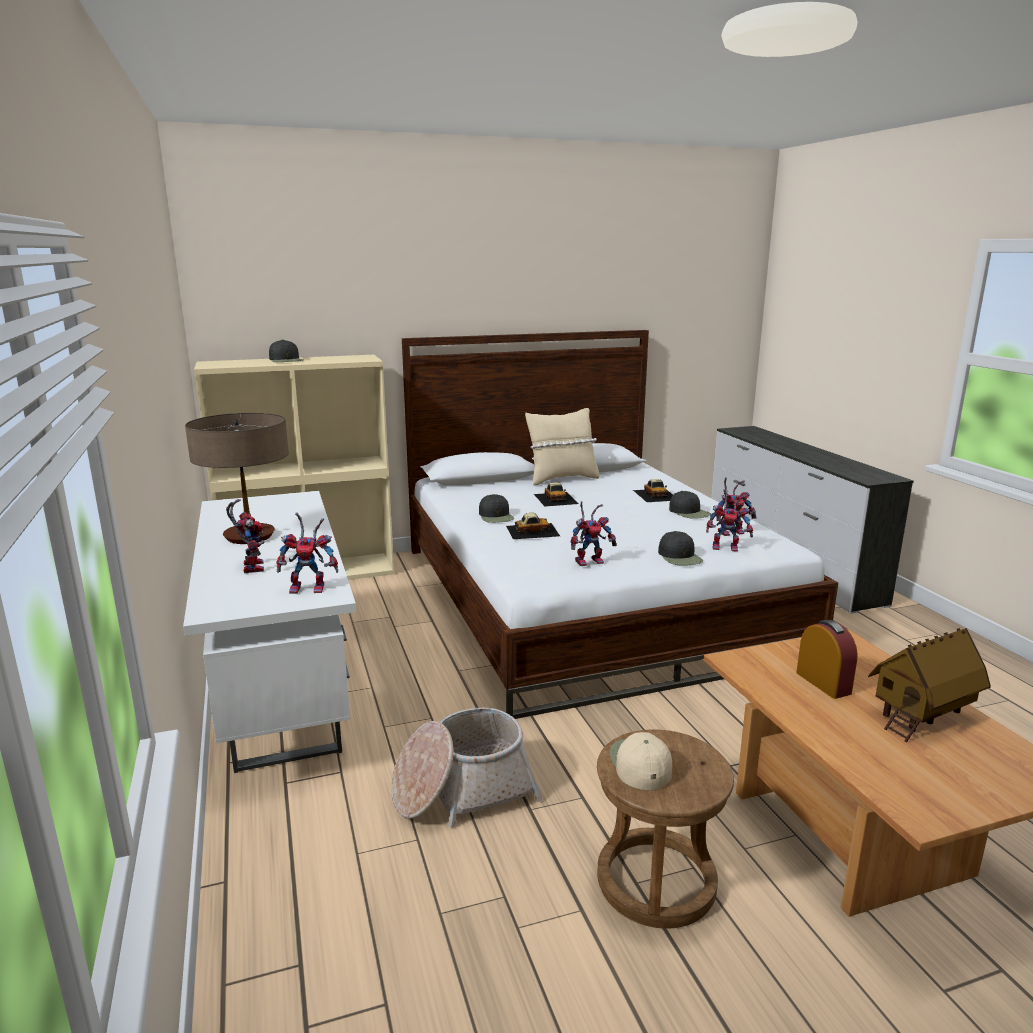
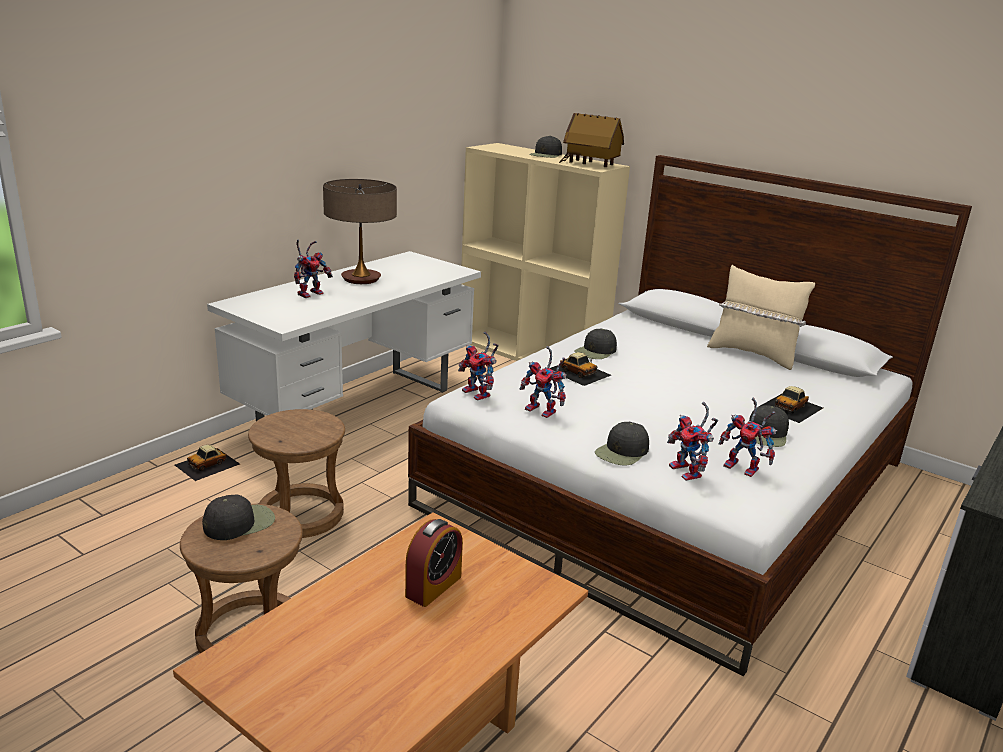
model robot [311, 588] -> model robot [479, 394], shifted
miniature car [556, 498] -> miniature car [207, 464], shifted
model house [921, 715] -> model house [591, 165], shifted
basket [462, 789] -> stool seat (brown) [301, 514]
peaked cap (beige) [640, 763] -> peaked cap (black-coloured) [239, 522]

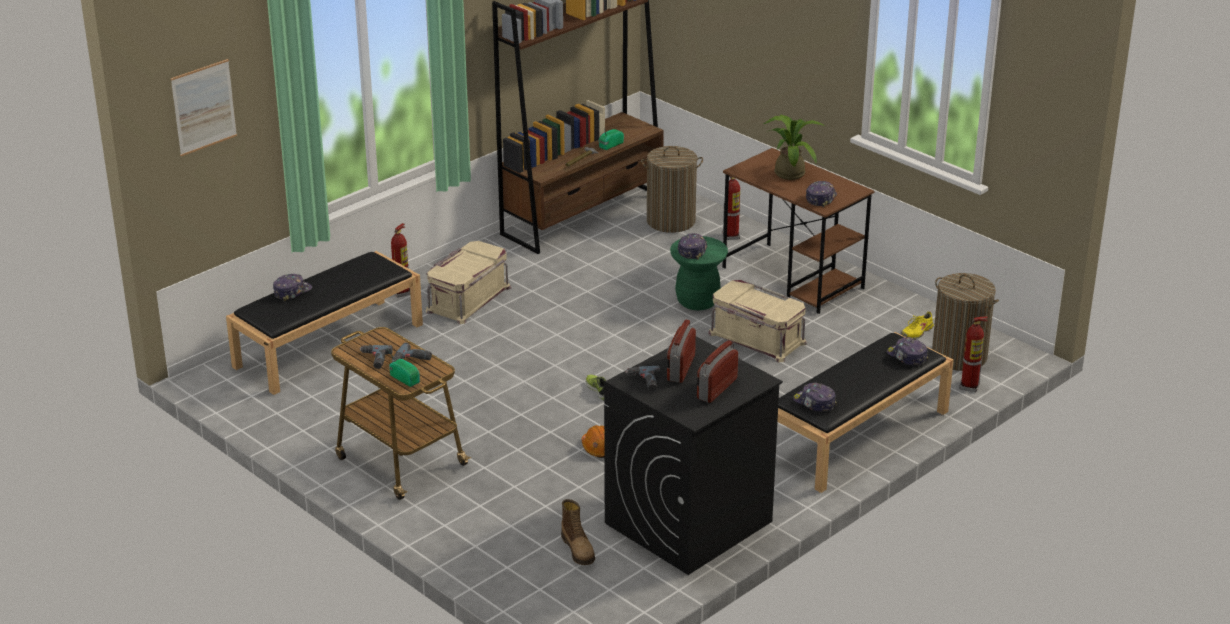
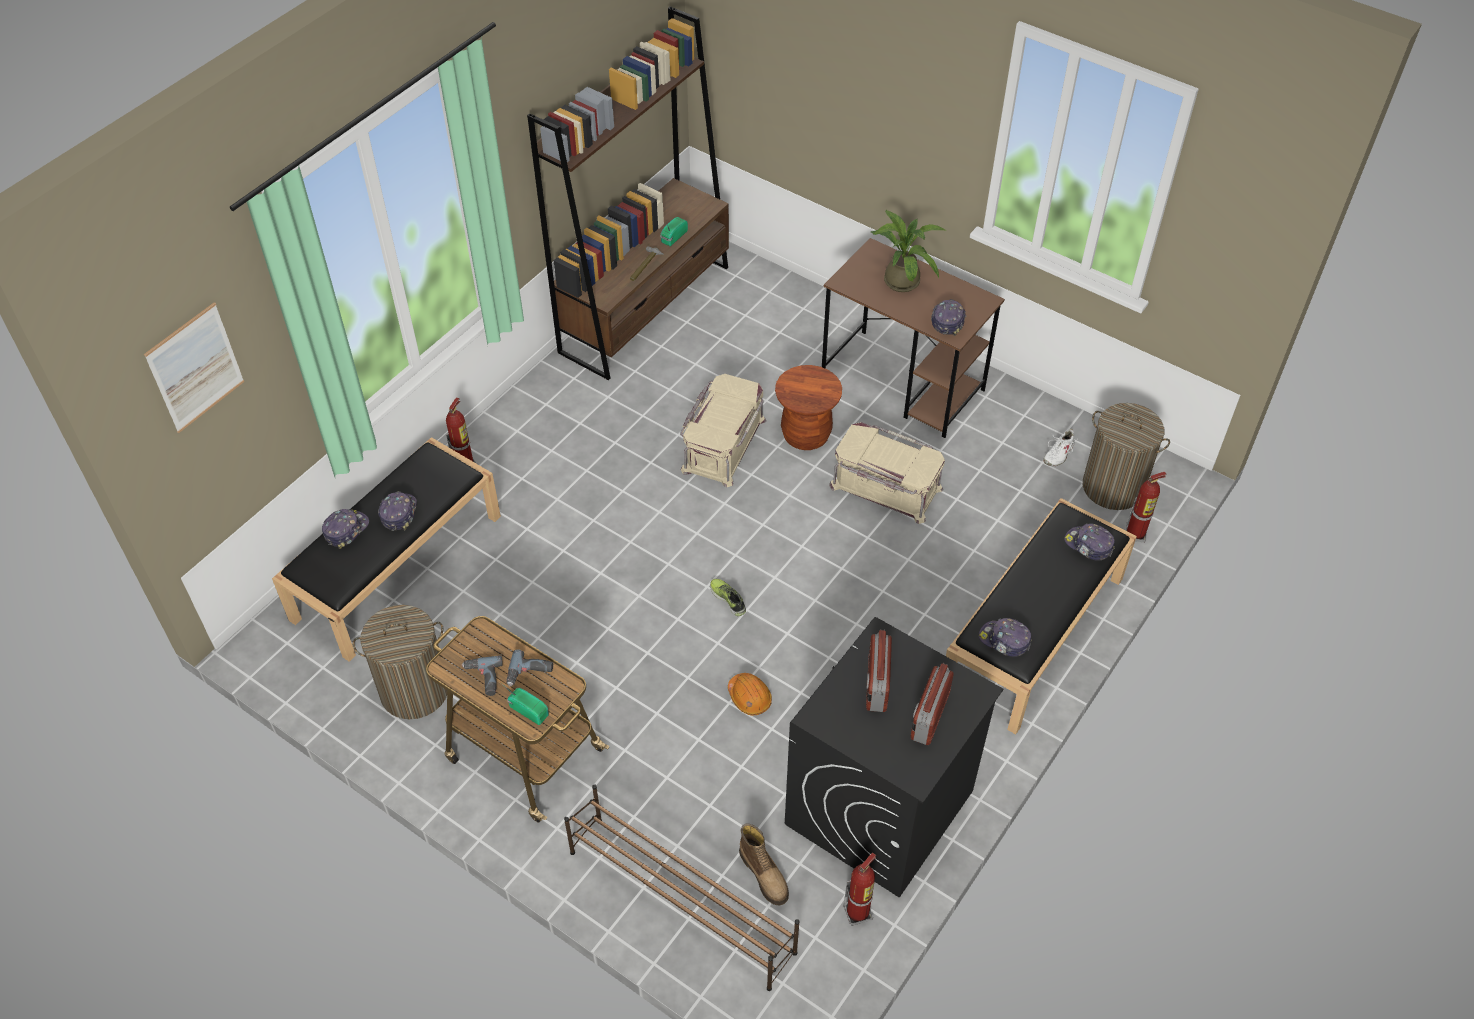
electric drill [643, 382] -> none
none -> shoe rack (brown) [680, 900]
storage container (beige) [467, 298] -> storage container (beige) [722, 444], shifted
washing basket [671, 221] -> washing basket [414, 690], shifted
peaked cap [692, 251] -> peaked cap [398, 513], shifted
fire-fighting cylinder [731, 236] -> fire-fighting cylinder [858, 912], shifted
stool seat (green-coloured) [697, 301] -> stool seat (brown) [806, 435]
item of footwear (yellow) [917, 332] -> item of footwear (whitish) [1058, 453]

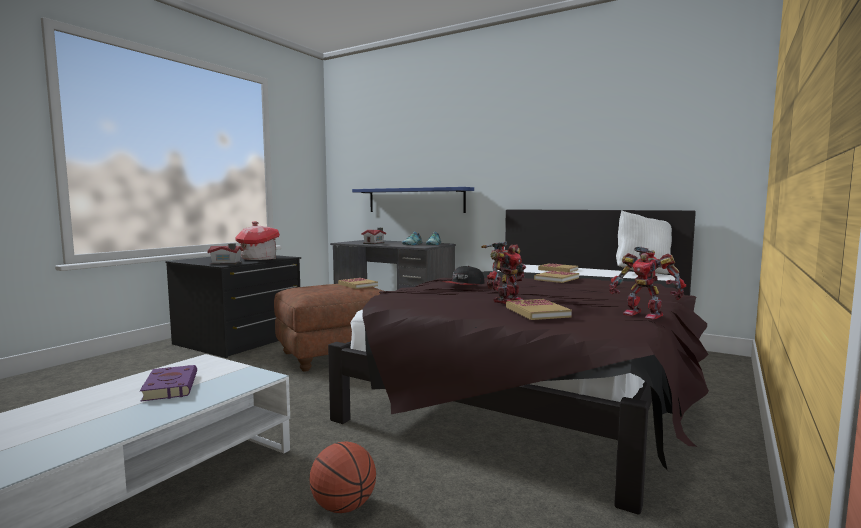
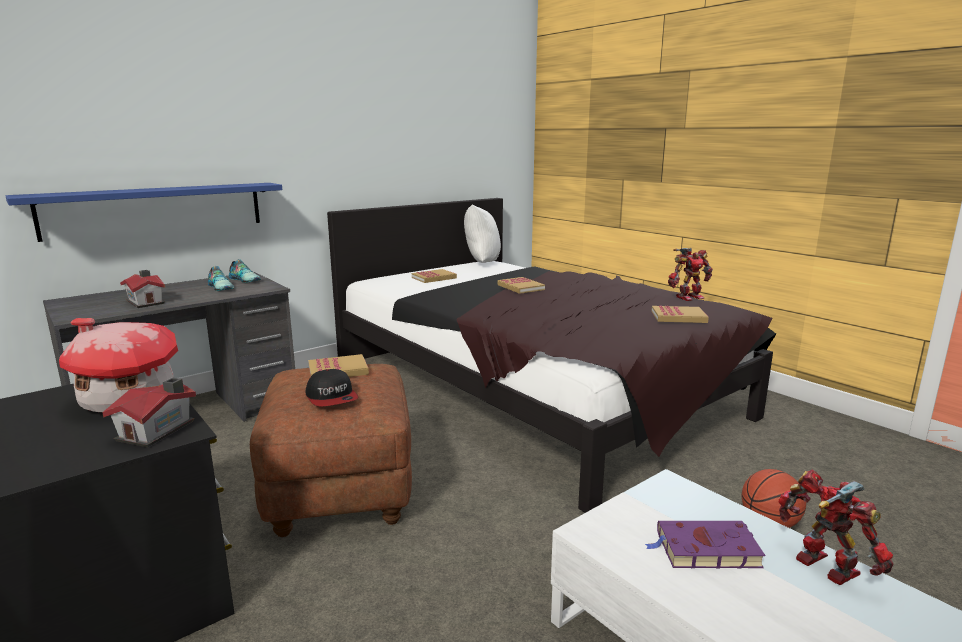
peaked cap [464, 285] -> peaked cap [332, 397], shifted
model robot [506, 301] -> model robot [824, 568], shifted

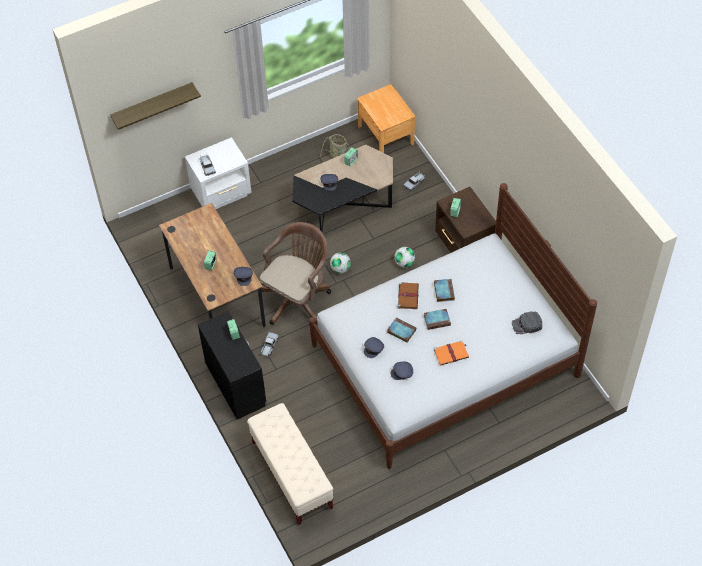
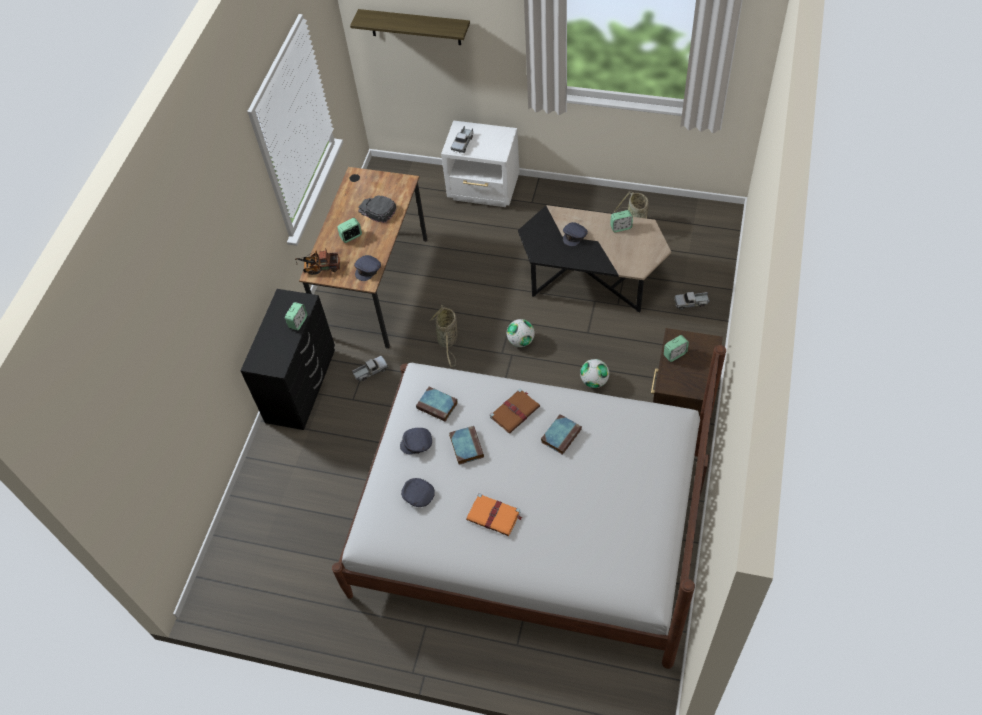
bench (beige) [291, 474] -> none
nightstand (brown) [386, 135] -> none
none -> toy lorry [319, 267]
bound book [437, 320] -> bound book [438, 406], shifted
peaked cap (black-coloured) [526, 325] -> peaked cap (black-coloured) [377, 210], shifted
computer chair (brown) [297, 298] -> basket [448, 341]

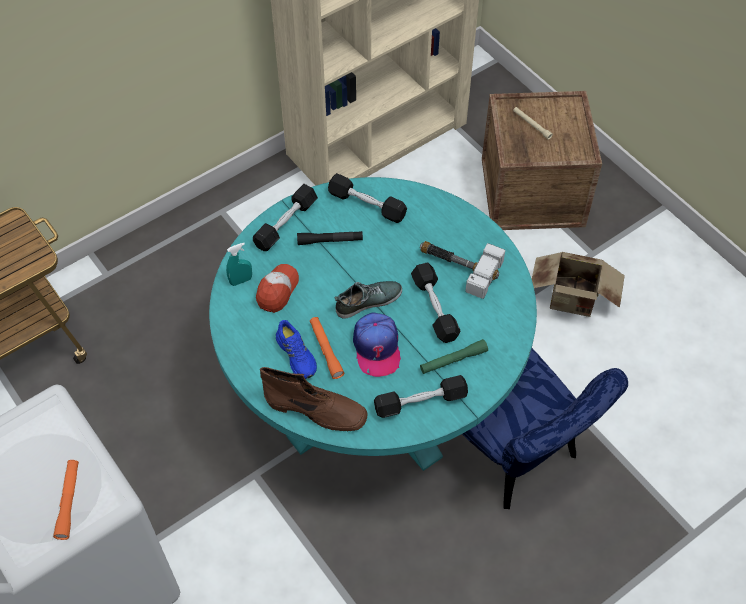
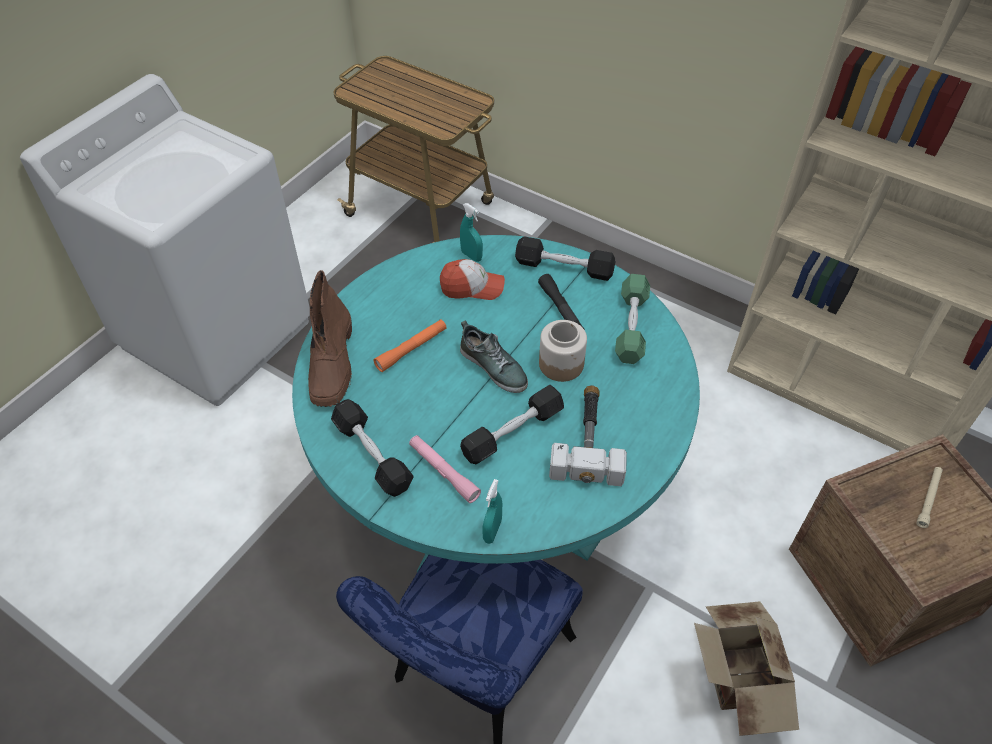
hand torch (orange) [69, 501] -> none
item of footwear (bluish) [297, 355] -> none
peaked cap [376, 347] -> none
none -> sprayer (turquoise) [492, 531]
none -> storage jar [561, 364]
free weight (black-coloured) [367, 205] -> free weight (green-coloured) [631, 326]
hand torch (green-coloured) [453, 360] -> hand torch (pink) [444, 472]

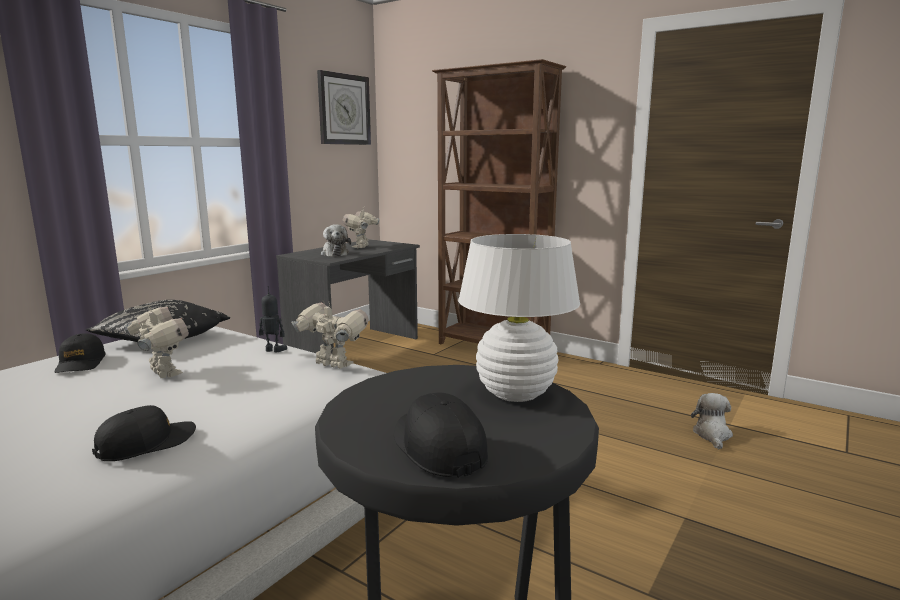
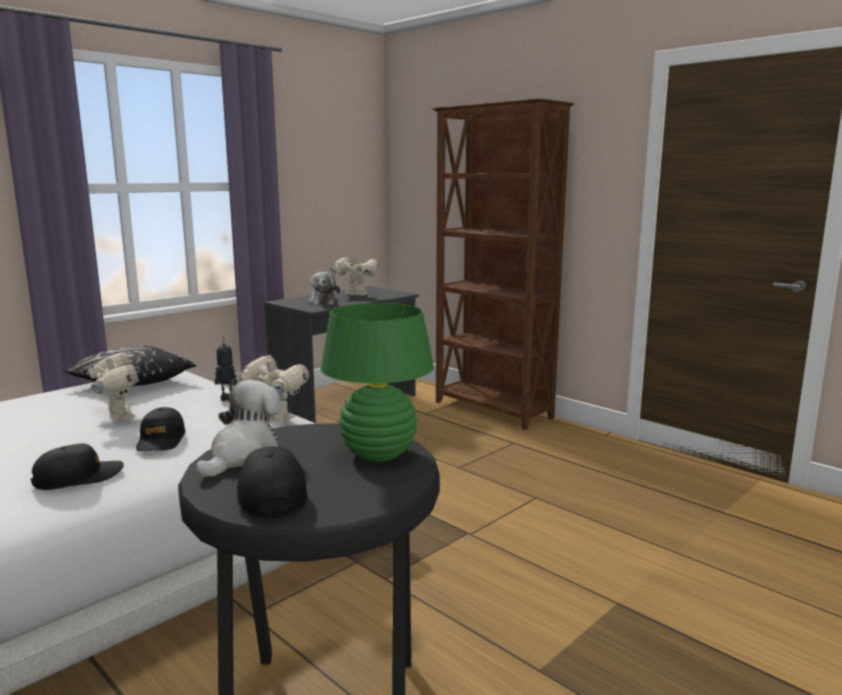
clock on the wall [344, 109] -> none
peaked cap (black-coloured) [81, 363] -> peaked cap (black-coloured) [161, 440], shifted
plush toy [712, 435] -> plush toy [243, 456], shifted
tabletop lamp (whitish) [515, 393] -> tabletop lamp (green-coloured) [378, 454]
model robot [362, 247] -> model robot [355, 295], 90 degrees clockwise

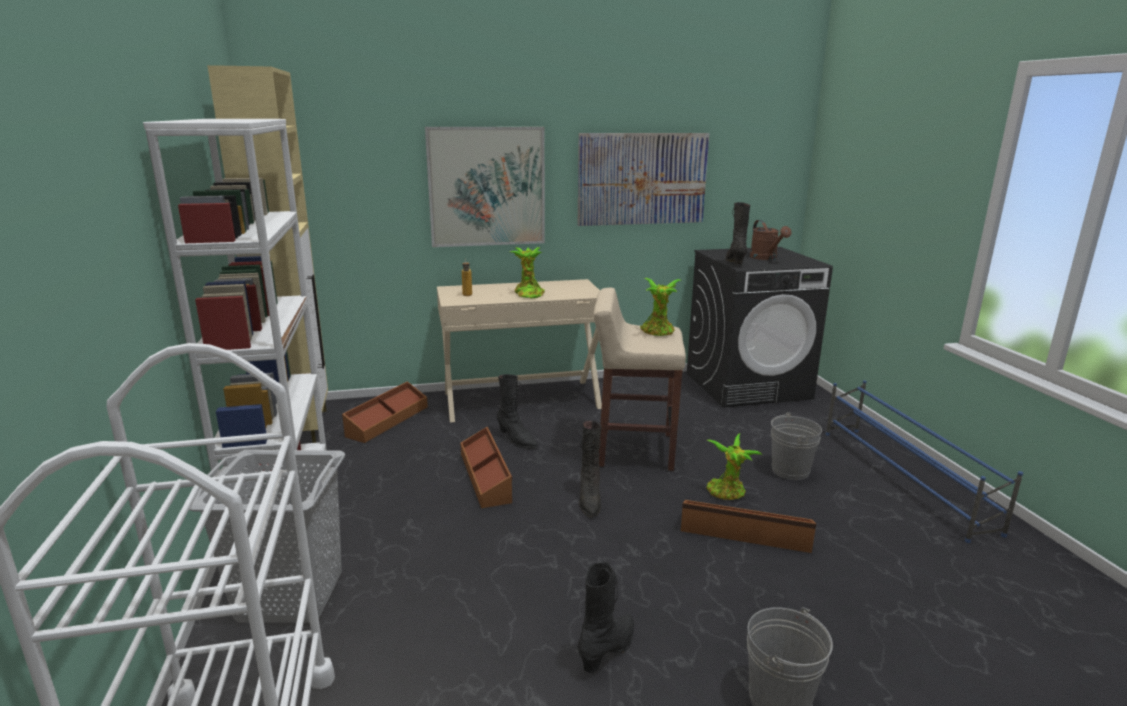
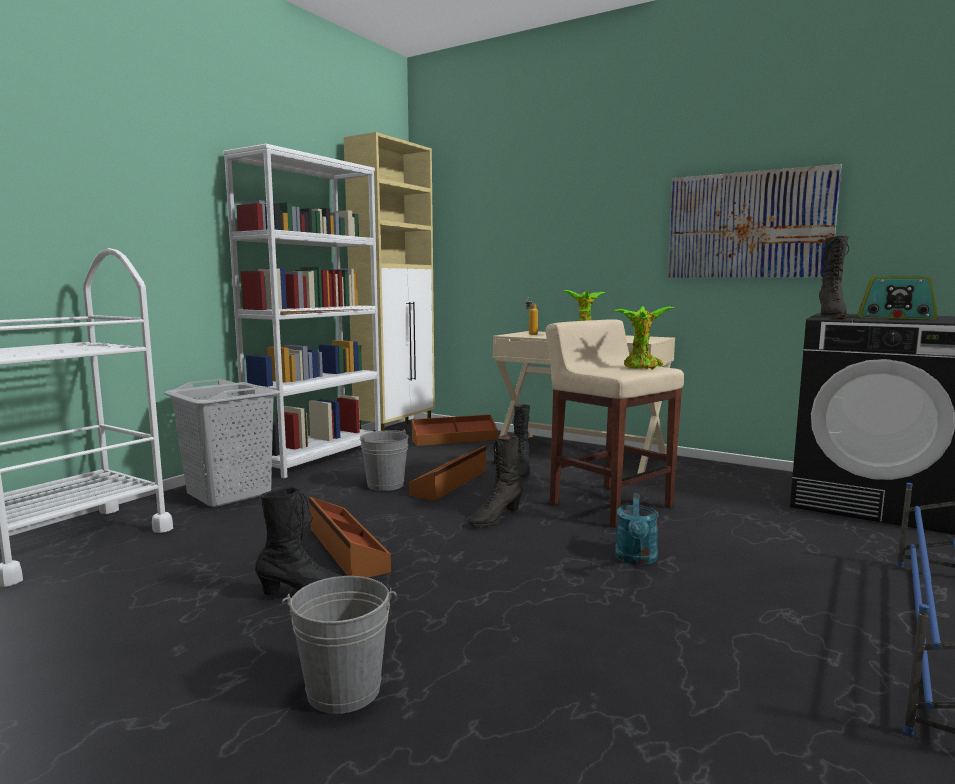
picture [487, 187] -> none
storage container (brown) [745, 533] -> storage container (brown) [345, 549], shifted
pail (grey) [790, 470] -> pail (grey) [385, 485], shifted
potted plant [727, 493] -> watering can (turquoise) [636, 559]
watering can (brown) [766, 258] -> radio receiver [895, 317]
boot (black-coloured) [735, 262] -> boot (black-coloured) [831, 316], 150 degrees clockwise

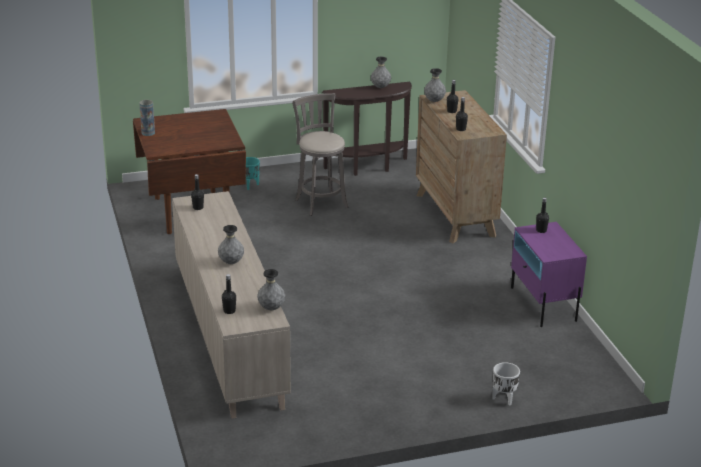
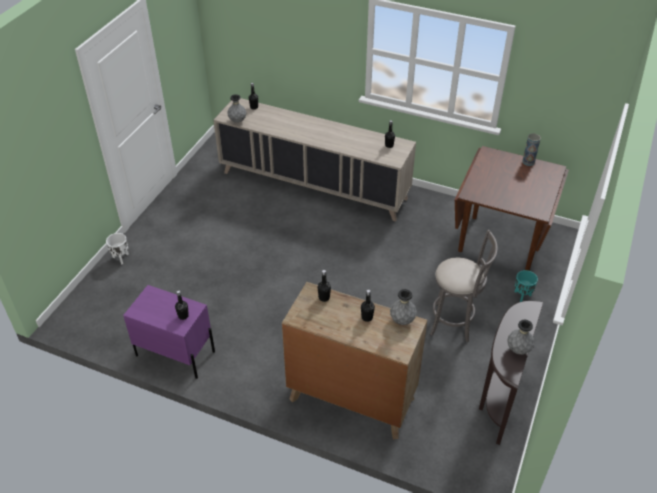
flower vase (grey) [231, 262] -> none

